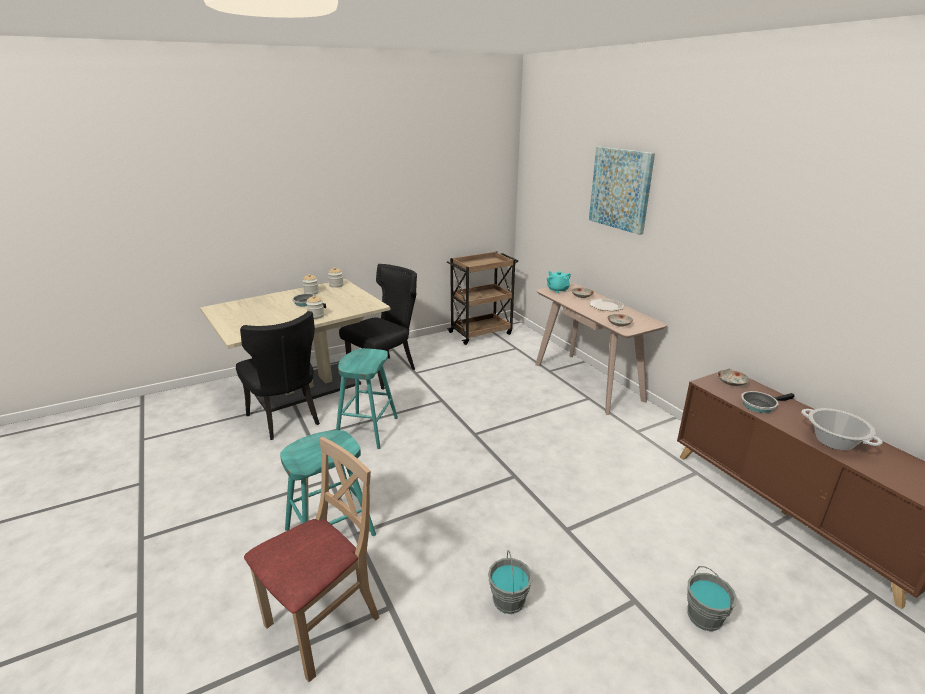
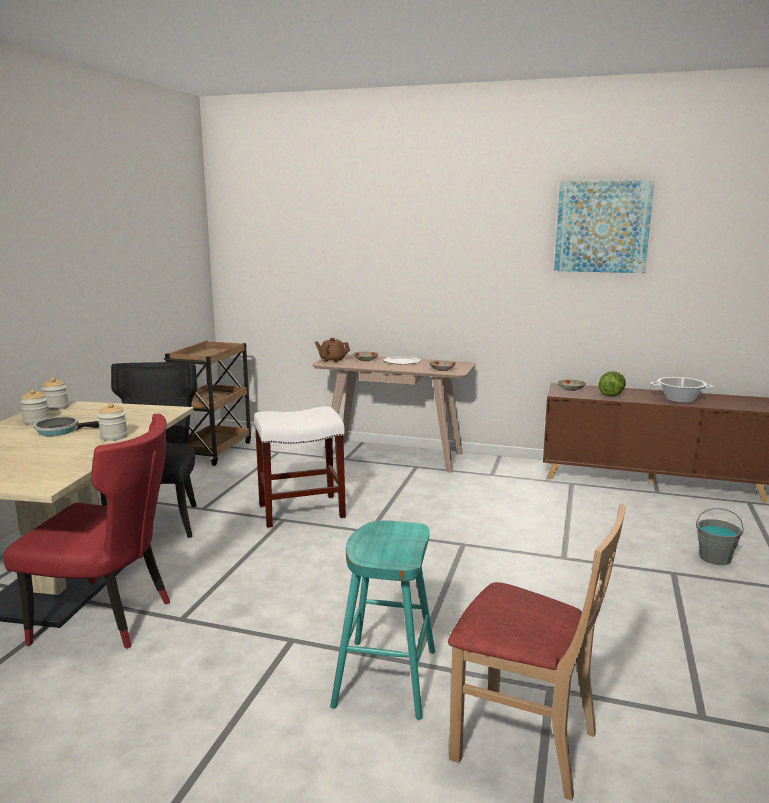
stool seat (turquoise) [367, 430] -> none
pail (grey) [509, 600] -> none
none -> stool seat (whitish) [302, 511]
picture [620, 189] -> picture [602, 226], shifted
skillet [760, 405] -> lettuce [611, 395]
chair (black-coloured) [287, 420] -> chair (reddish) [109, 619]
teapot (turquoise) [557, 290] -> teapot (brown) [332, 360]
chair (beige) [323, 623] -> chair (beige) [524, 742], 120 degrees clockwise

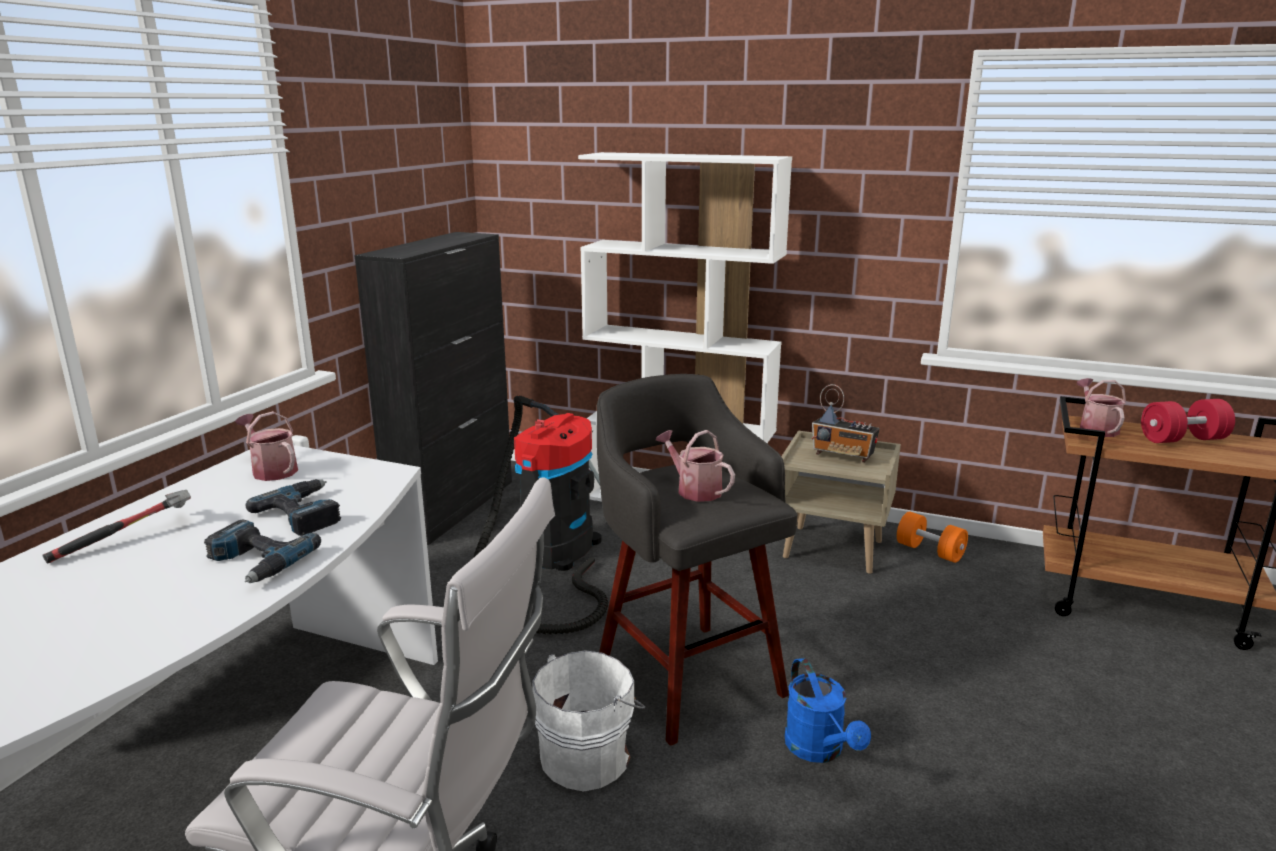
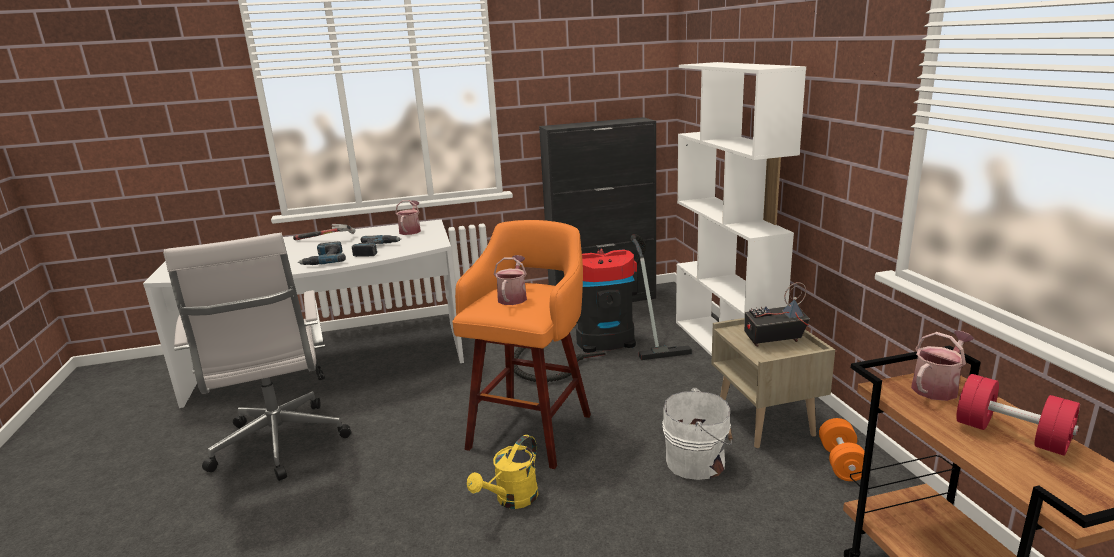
pail (whitish) [589, 756] -> pail (whitish) [698, 461], shifted
stool seat (grey) [686, 676] -> stool seat (orange) [532, 429]
watering can (bluish) [819, 750] -> watering can (yellow) [512, 500]
radio receiver [843, 456] -> radio receiver [772, 340], 90 degrees clockwise

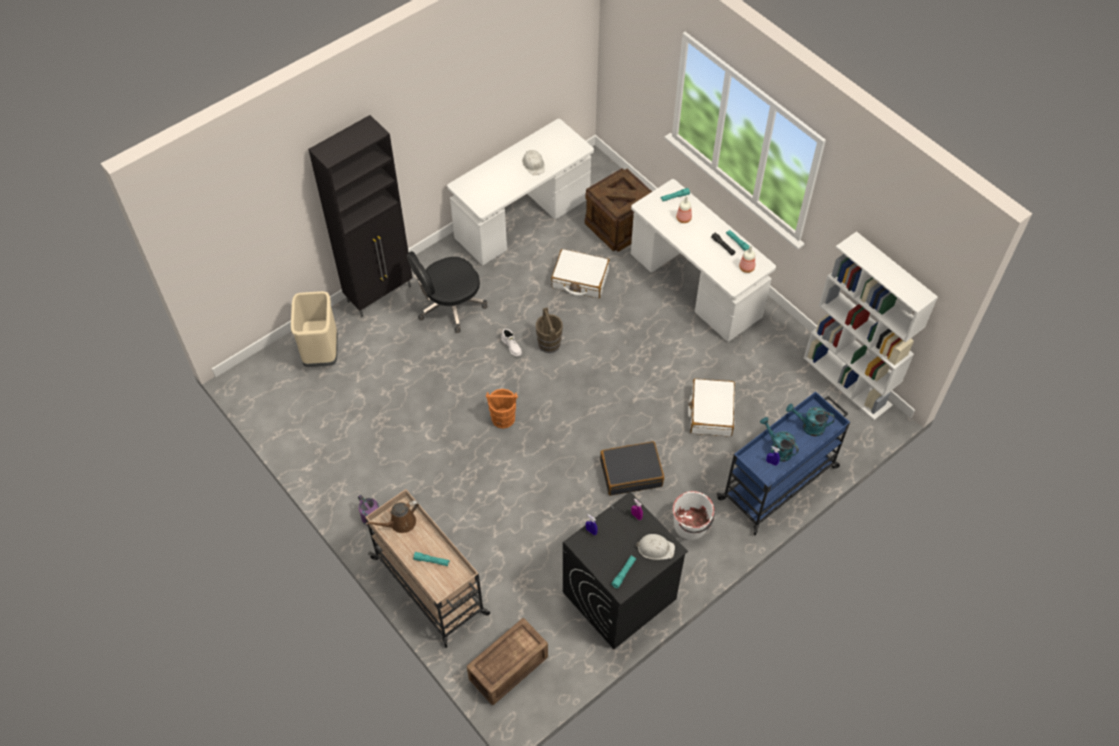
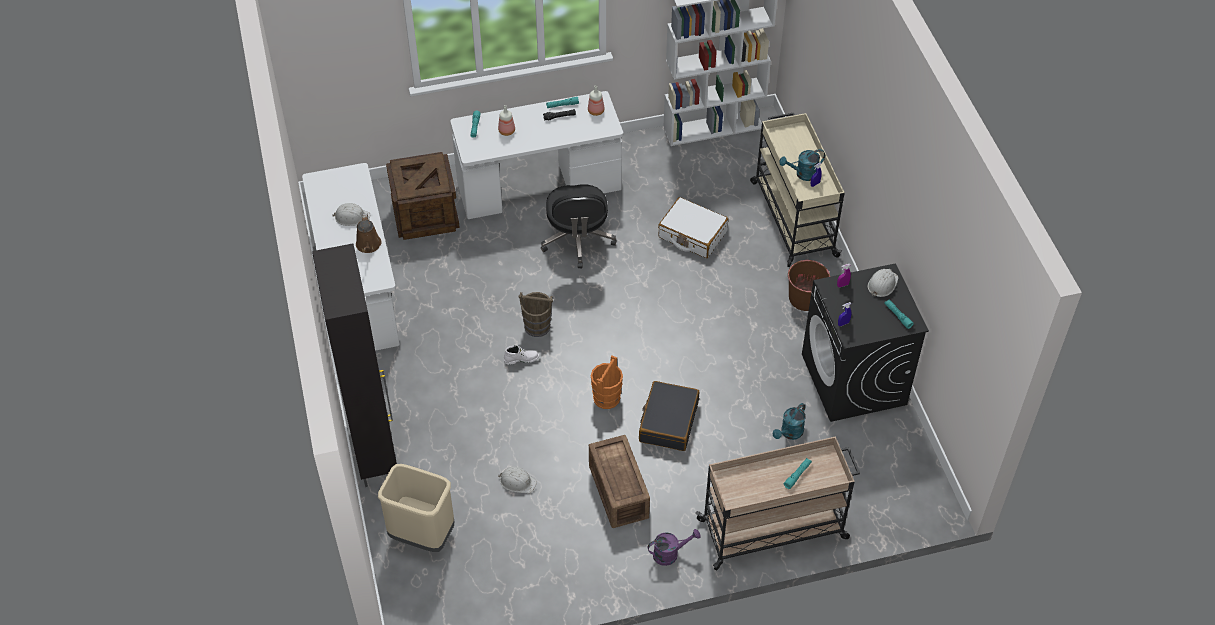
travel case (whitish) [580, 279] -> none
none -> safety helmet (whitish) [517, 481]
watering can (brown) [400, 523] -> watering can (brown) [368, 245], shifted
computer chair (black-coloured) [449, 306] -> computer chair (black-coloured) [577, 240], shifted
packing crate [507, 668] -> packing crate [617, 493], shifted
travel case (black-coloured) [631, 473] -> travel case (black-coloured) [668, 422], shifted
watering can (turquoise) [809, 426] -> watering can (turquoise) [789, 433], shifted
pail (whitish) [691, 525] -> pail (brown) [806, 298]
trolley (bluish) [779, 482] -> trolley (beige) [793, 218]

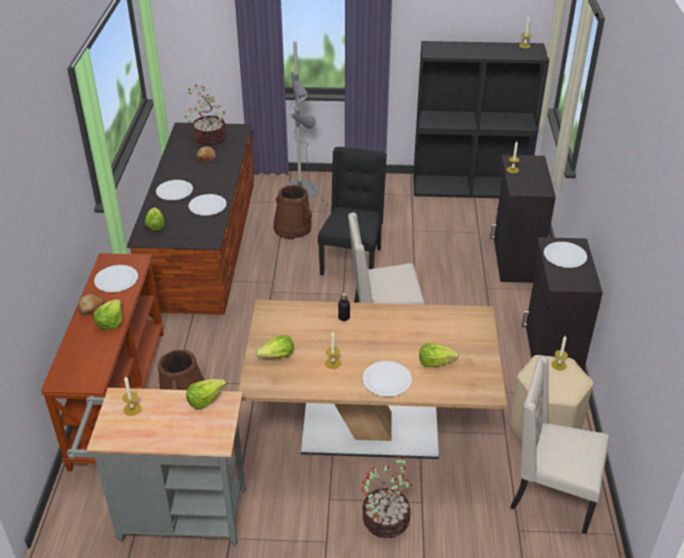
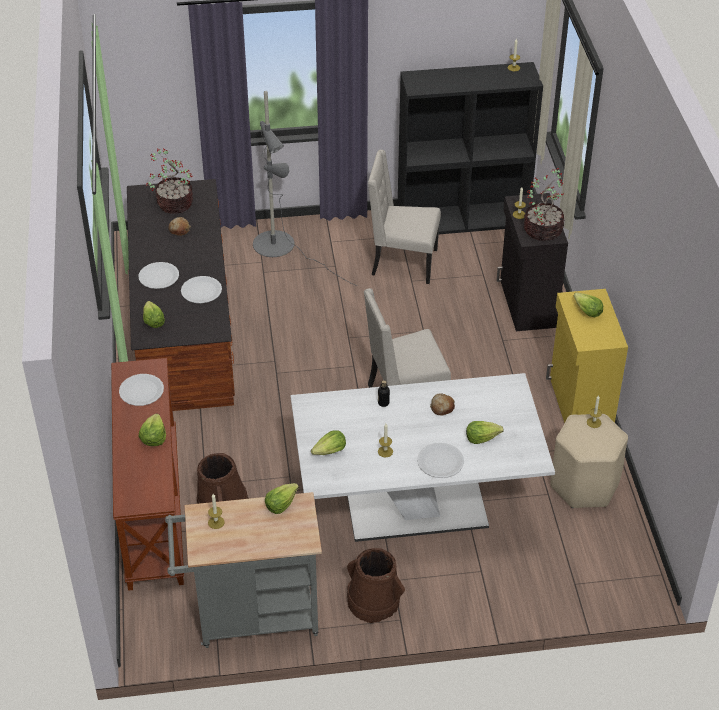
chair (black-coloured) [352, 261] -> none
baked bread [91, 308] -> baked bread [442, 407], shifted
pail (brown) [293, 228] -> pail (brown) [373, 601], shifted
potted plant [386, 520] -> potted plant [543, 230], shifted
chair (beige) [551, 494] -> chair (beige) [402, 263], shifted
flat dish (whitish) [565, 256] -> lettuce [587, 311]
dinner table (brown) [370, 428] -> dinner table (whitish) [416, 506]
storage cabinet (black-coloured) [550, 353] -> storage cabinet (yellow) [579, 405]

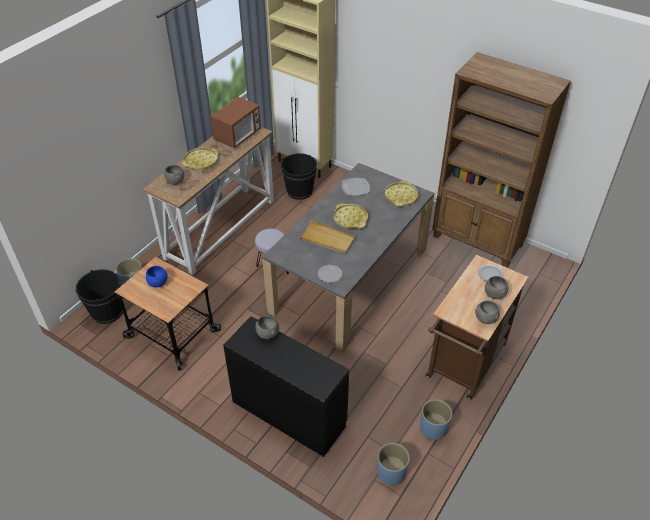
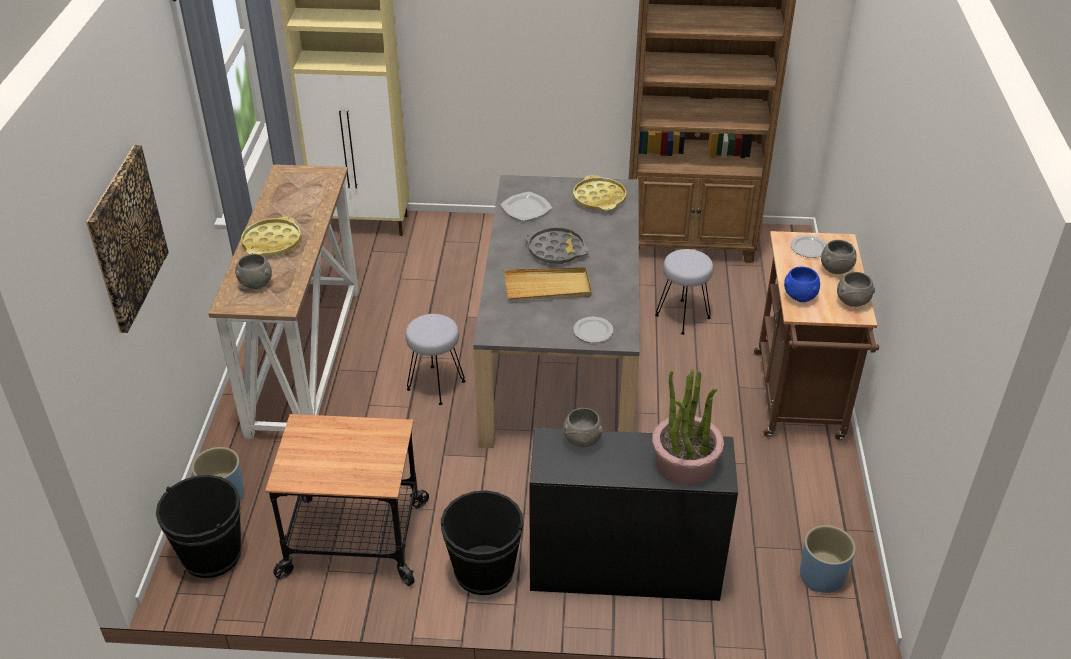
microwave oven [237, 136] -> none
flower pot (bluish) [433, 428] -> none
none -> picture [126, 238]
none -> potted plant [685, 464]
none -> stool seat (grey) [683, 317]
serving bowl (bluish) [157, 283] -> serving bowl (bluish) [799, 297], shifted
pail (black-coloured) [299, 191] -> pail (black-coloured) [484, 571], shifted
tray (yellow) [350, 219] -> tray (grey) [556, 250]

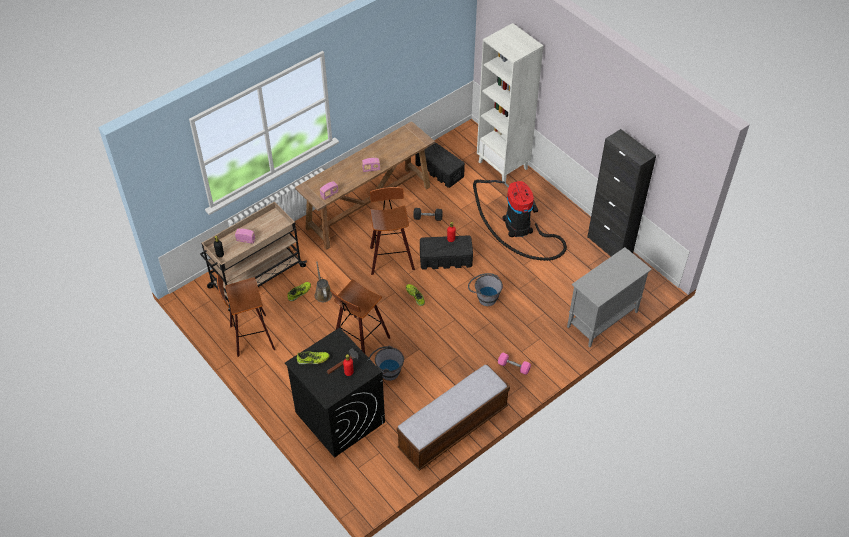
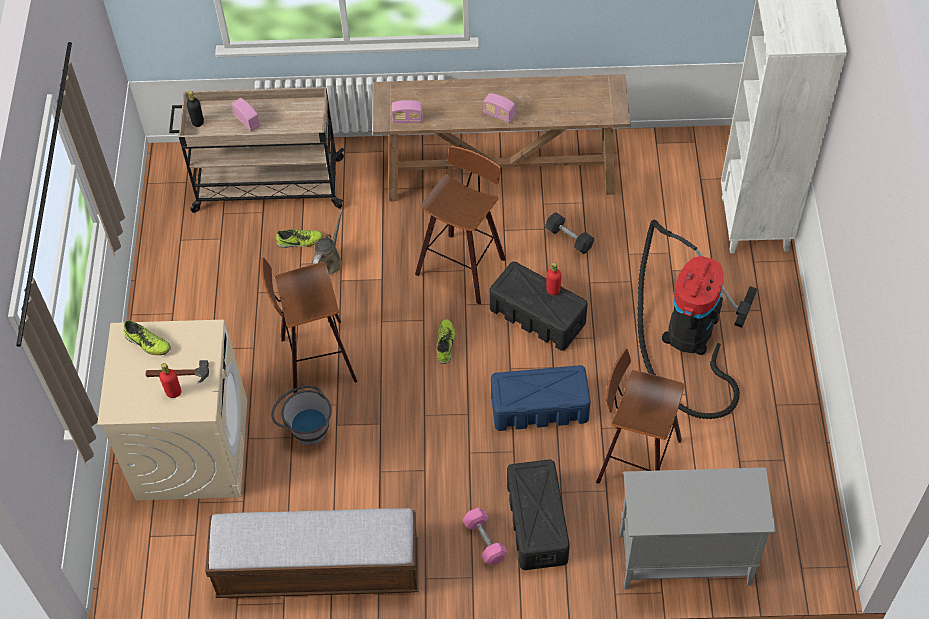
storage cabinet (black-coloured) [609, 245] -> none
stool seat [250, 336] -> stool seat [635, 462], shifted
storage container (black-coloured) [440, 170] -> storage container (black-coloured) [537, 524], shifted
pail (grey) [484, 297] -> storage container (bluish) [540, 408]
laundry machine (black-coloured) [339, 417] -> laundry machine (beige) [192, 448]

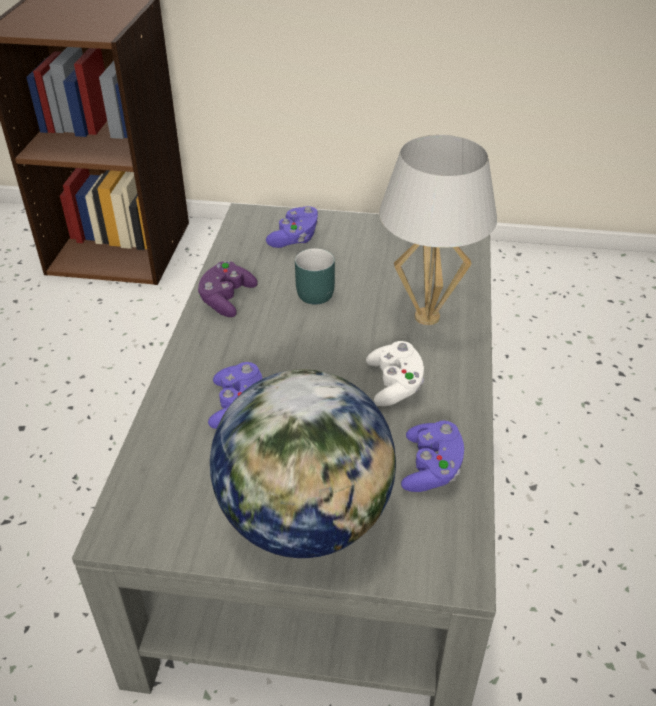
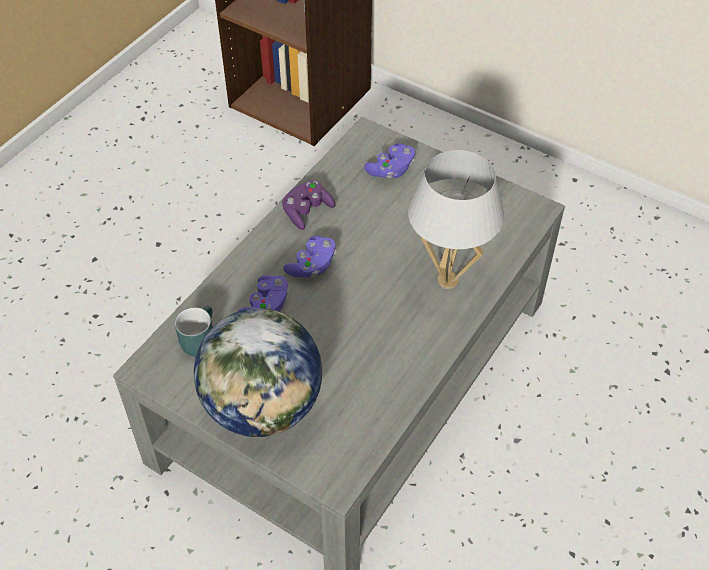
game controller (whitish) [395, 385] -> none
mug (turquoise) [312, 291] -> mug (turquoise) [198, 339], shifted
game controller (purple-coloured) [431, 468] -> game controller (purple-coloured) [312, 266], shifted

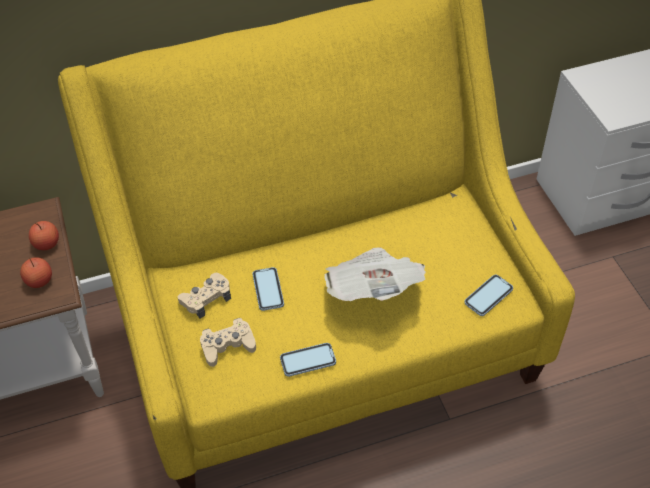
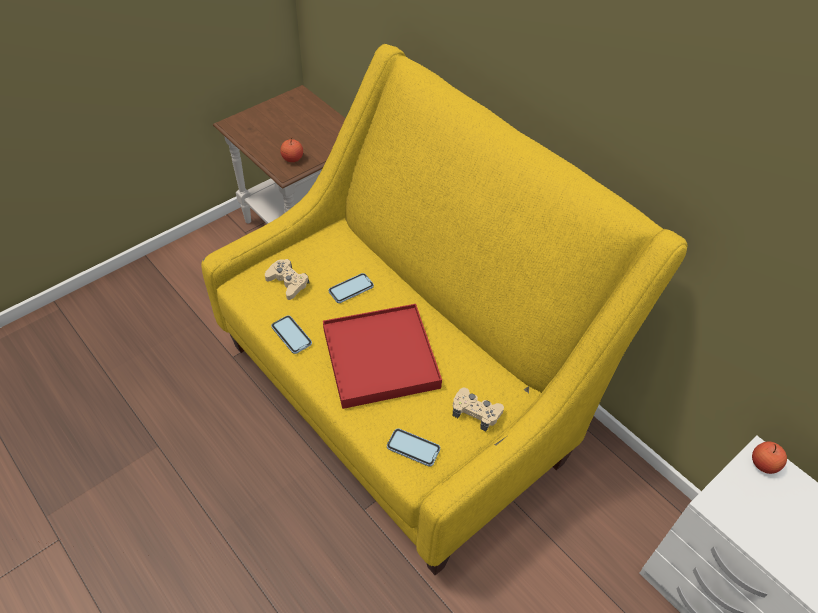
apple [47, 244] -> apple [763, 464], shifted
game controller (beige) [206, 298] -> game controller (beige) [476, 411], shifted
daily paper [373, 290] -> tray (reddish) [381, 358]

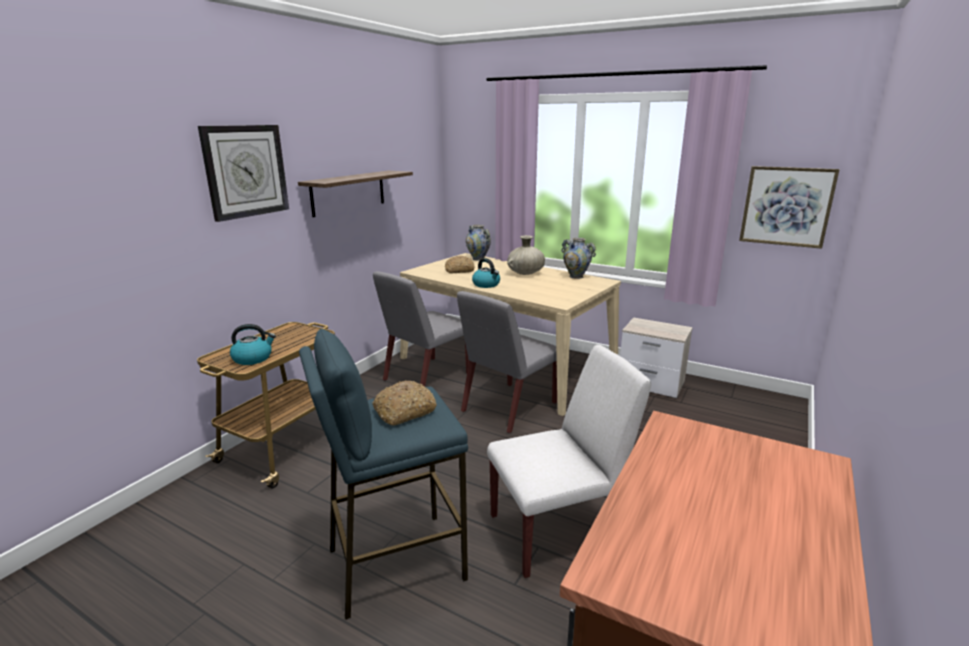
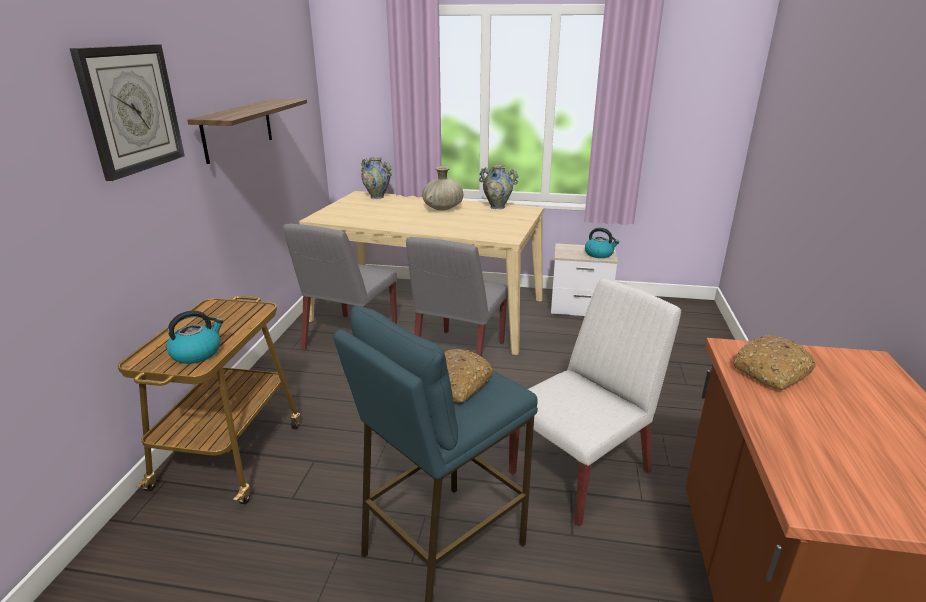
picture [786, 206] -> none
baked bread [459, 270] -> baked bread [771, 372], shifted
water kettle [486, 284] -> water kettle [599, 254], shifted

